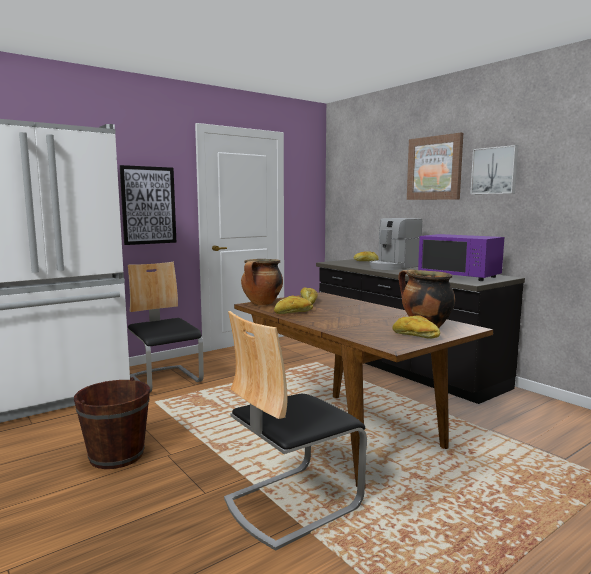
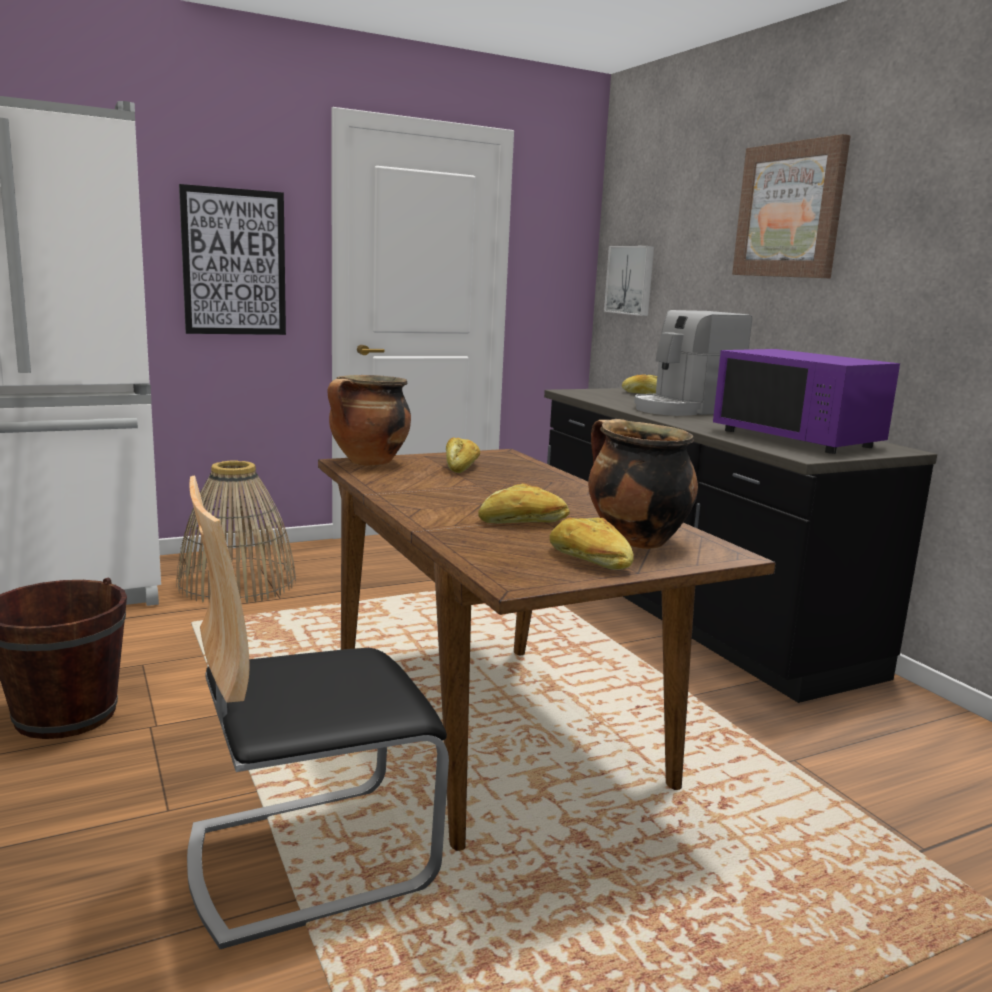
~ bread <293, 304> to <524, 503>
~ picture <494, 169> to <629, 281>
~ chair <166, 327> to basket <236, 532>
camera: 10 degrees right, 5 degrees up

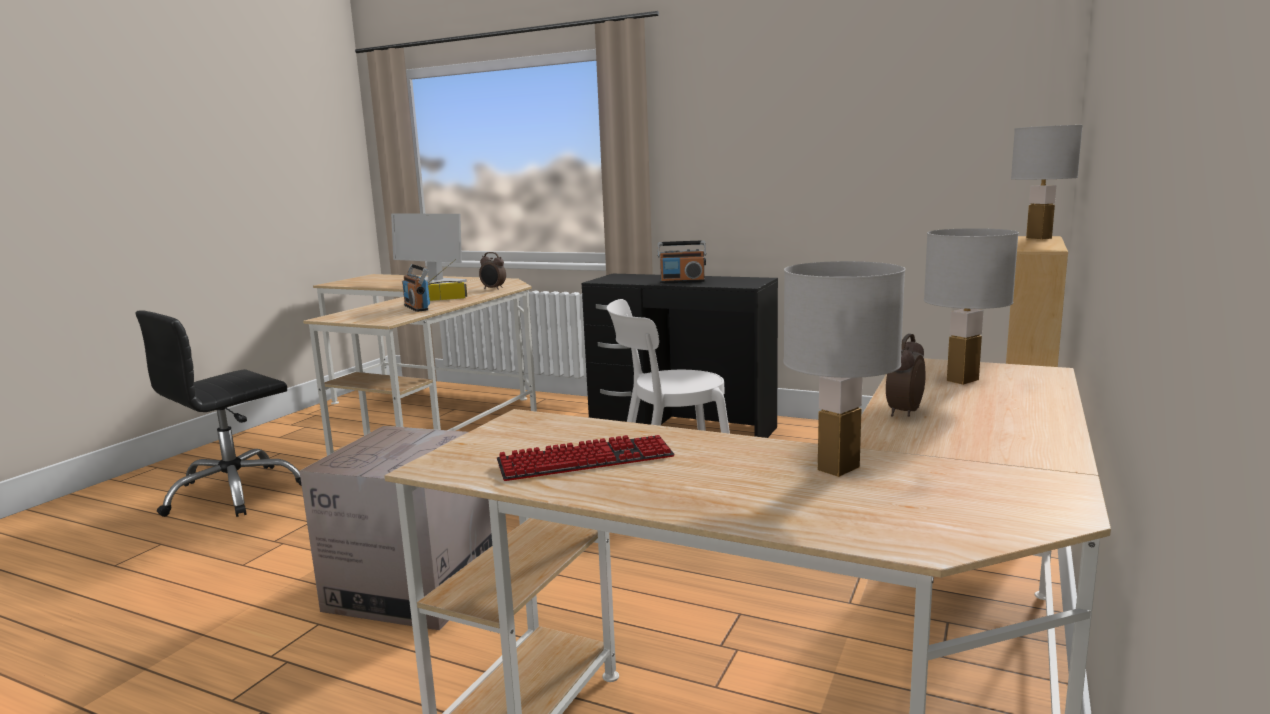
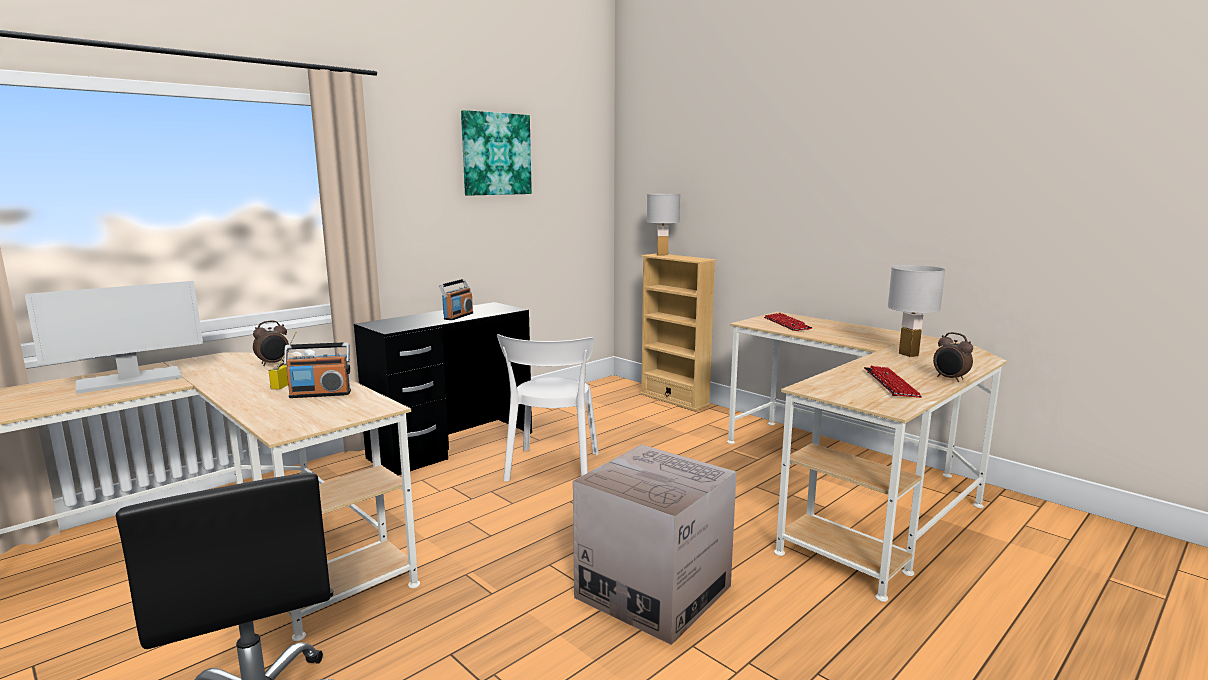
+ picture <496, 153>
~ alarm clock <906, 375> to <953, 357>
~ table lamp/white <971, 306> to keyboard <788, 322>
camera: 70 degrees left, 0 degrees up

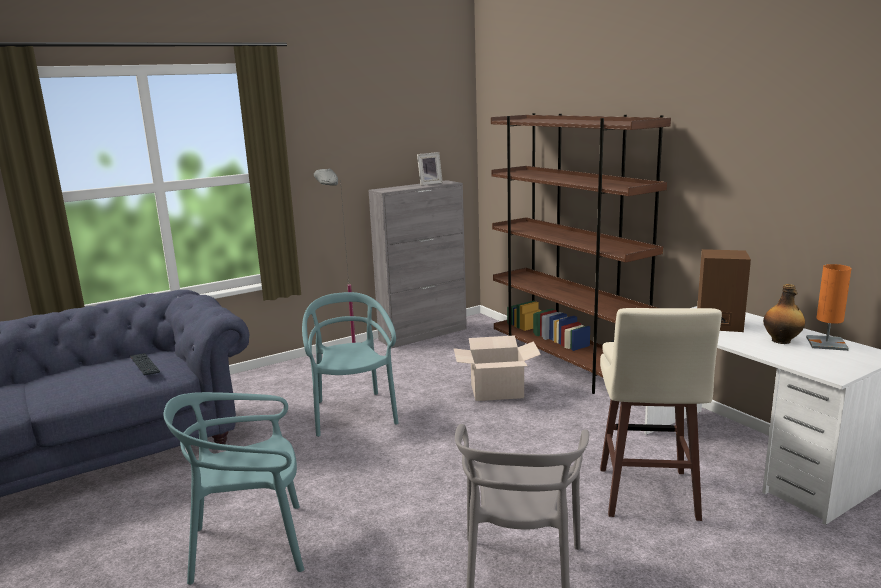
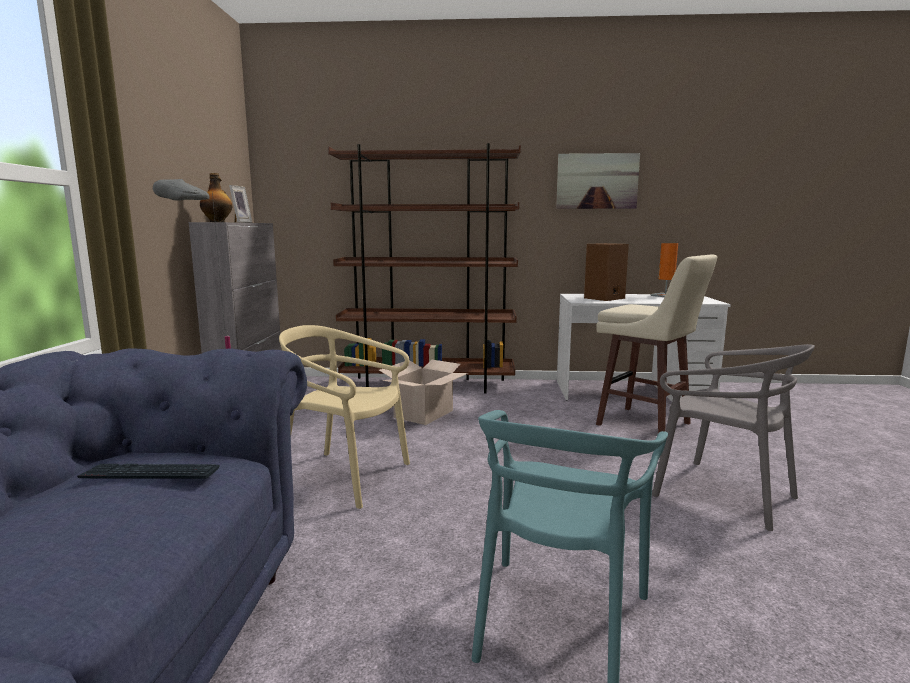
+ picture <598, 181>
~ bottle <784, 314> to <216, 197>
~ chair/turquoise <350, 364> to chair/beige <344, 417>
camera: 55 degrees left, 5 degrees down

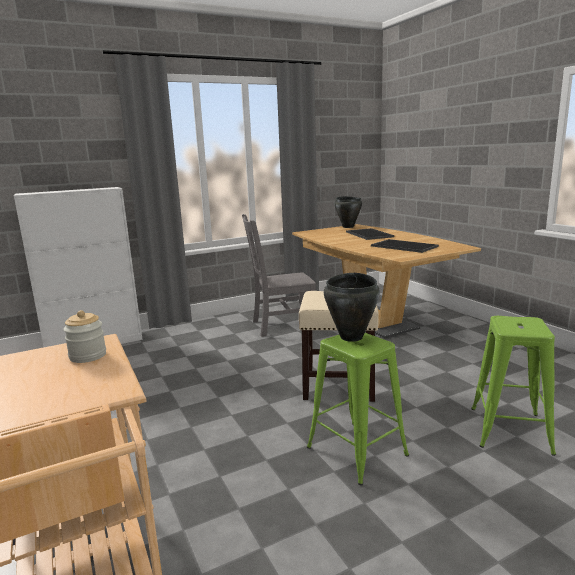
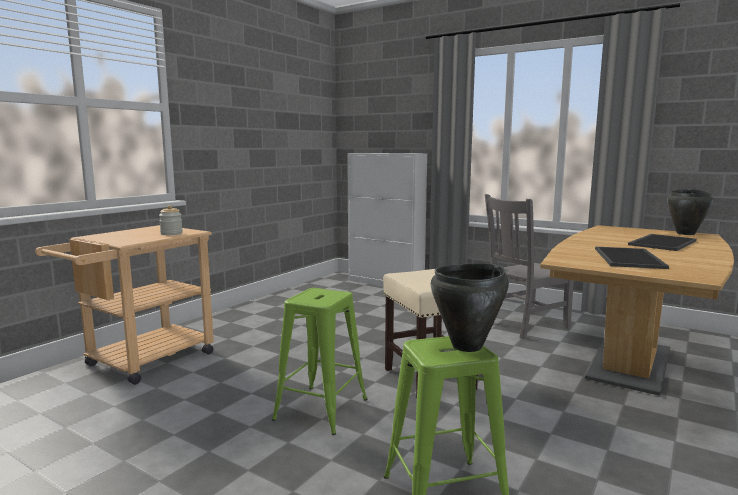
~ cooking pot/black <352, 307> to <470, 307>
~ chair/grey <279, 275> = <529, 266> 75 degrees counterclockwise
camera: 60 degrees right, 5 degrees down

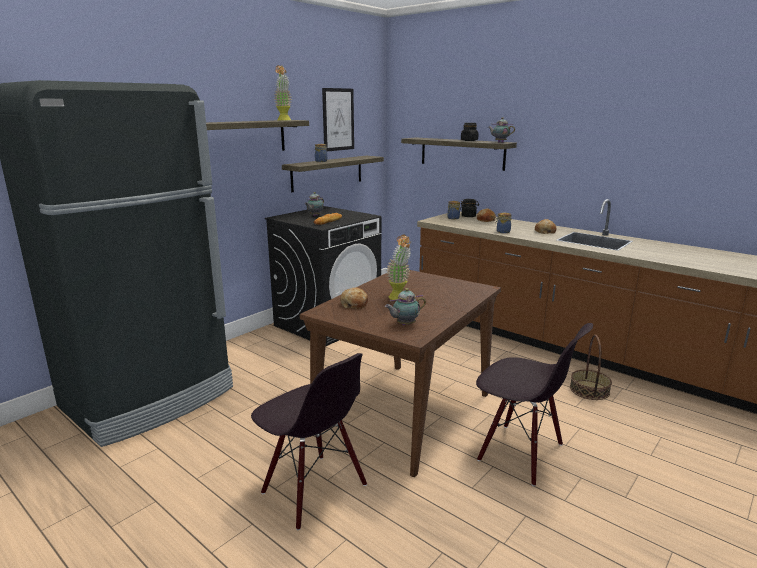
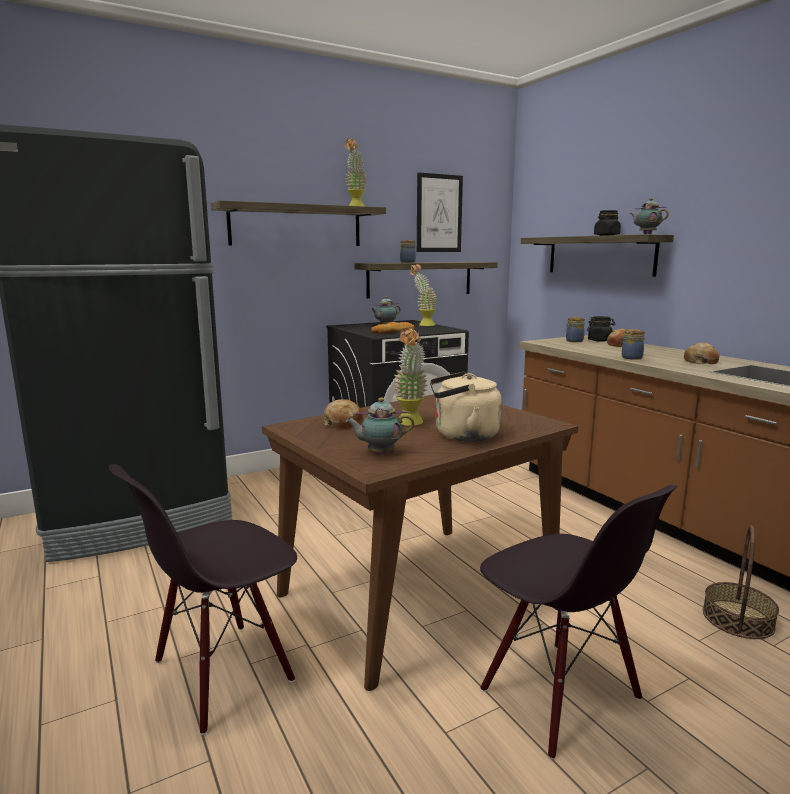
+ potted plant <423, 295>
+ kettle/beige <466, 407>
~ chair/black <309, 441> = <203, 599> 75 degrees clockwise
camera: 20 degrees right, 5 degrees down

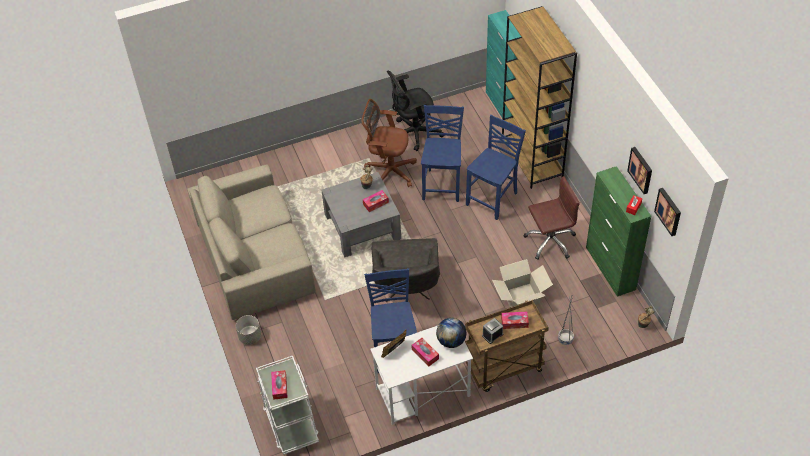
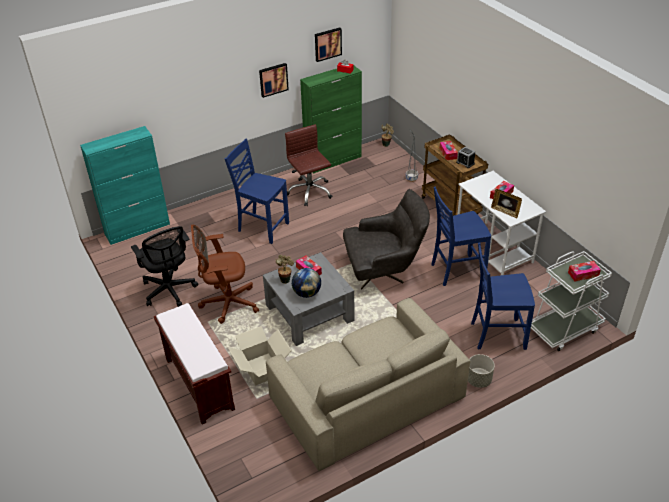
- bookcase/brown <539, 97>
+ bench/brown <194, 363>
~ chair/blue <442, 153> to <503, 296>
~ globe <451, 333> to <306, 283>
~ cardboard box <522, 283> to <260, 356>
~ picture <667, 212> to <274, 80>
~ office chair/brown <389, 143> = <225, 274> 75 degrees clockwise
camera: 100 degrees left, 10 degrees down

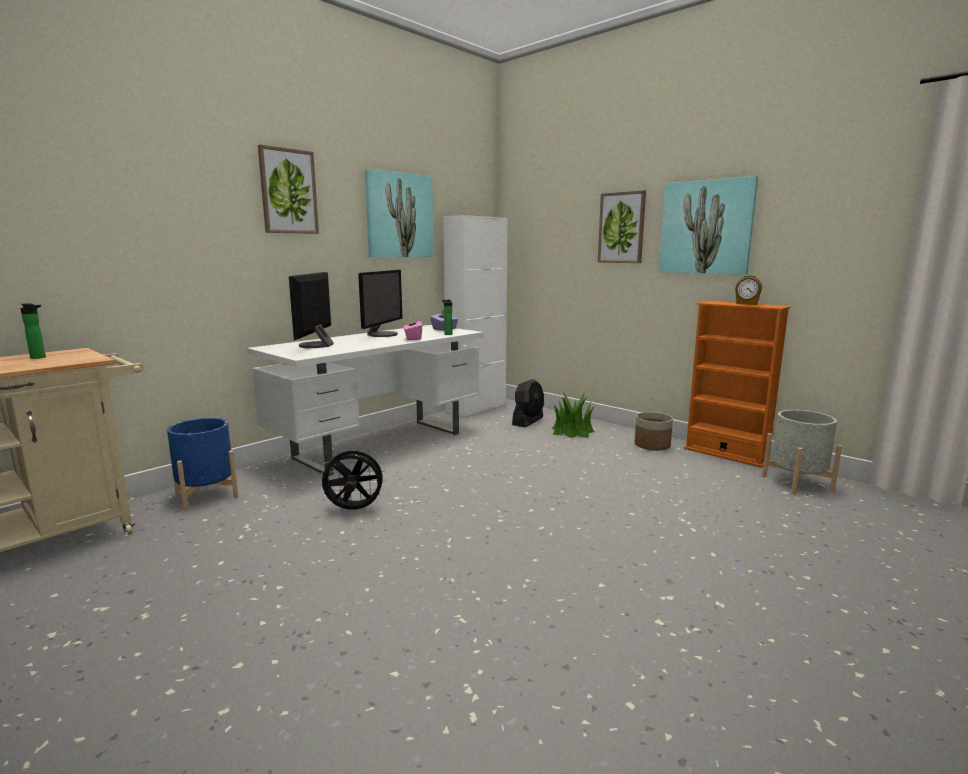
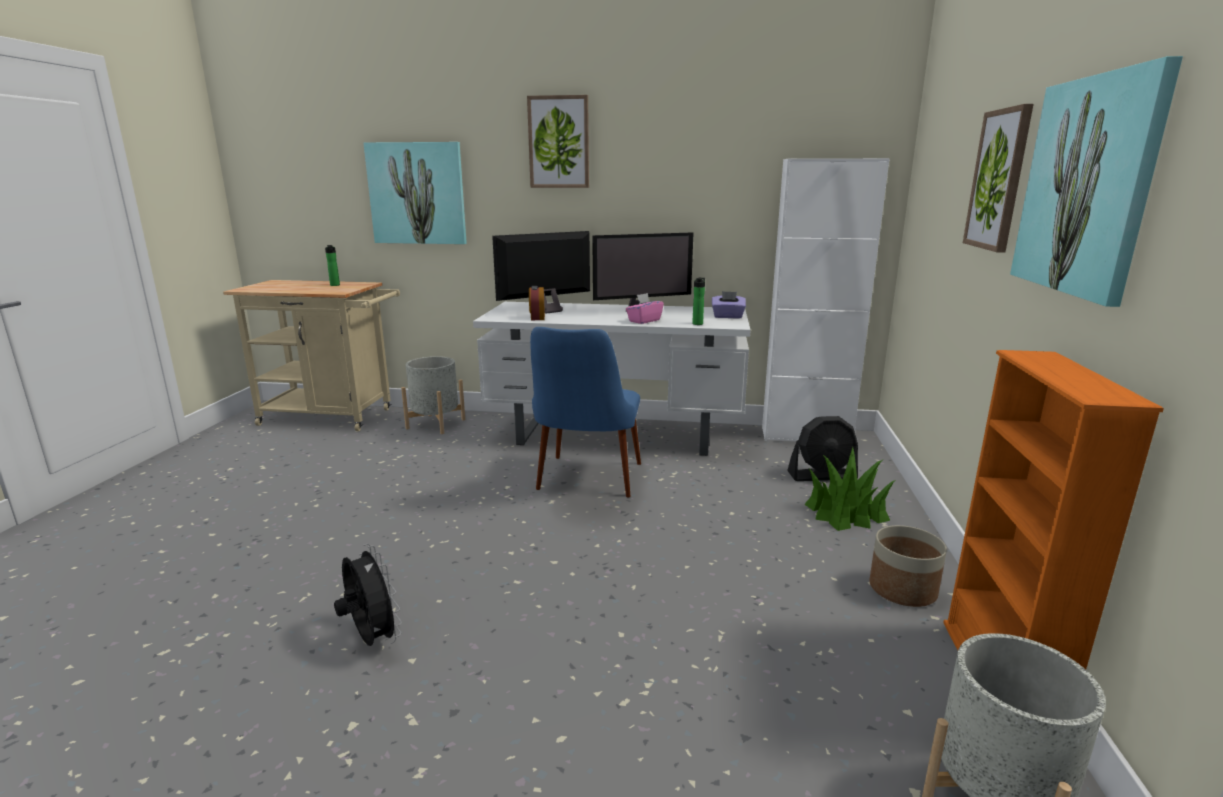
+ chair/blue <585, 412>
~ fan/black <354, 478> to <368, 595>
~ picture <399, 213> to <415, 193>
~ alarm clock <748, 290> to <537, 303>
~ planter/blue <202, 464> to planter/grey <433, 395>
camera: 55 degrees right, 5 degrees up

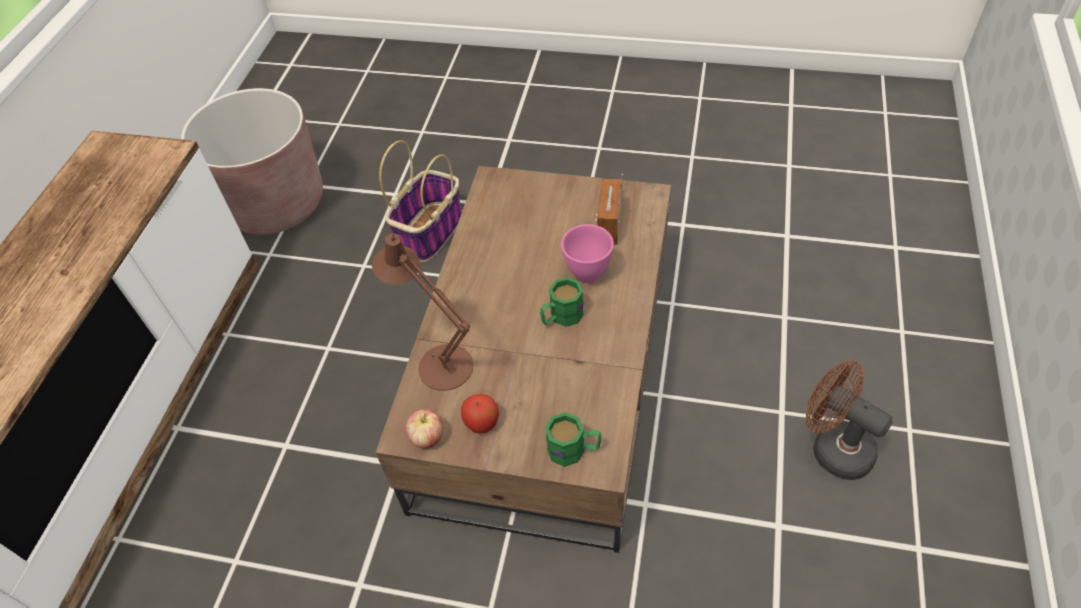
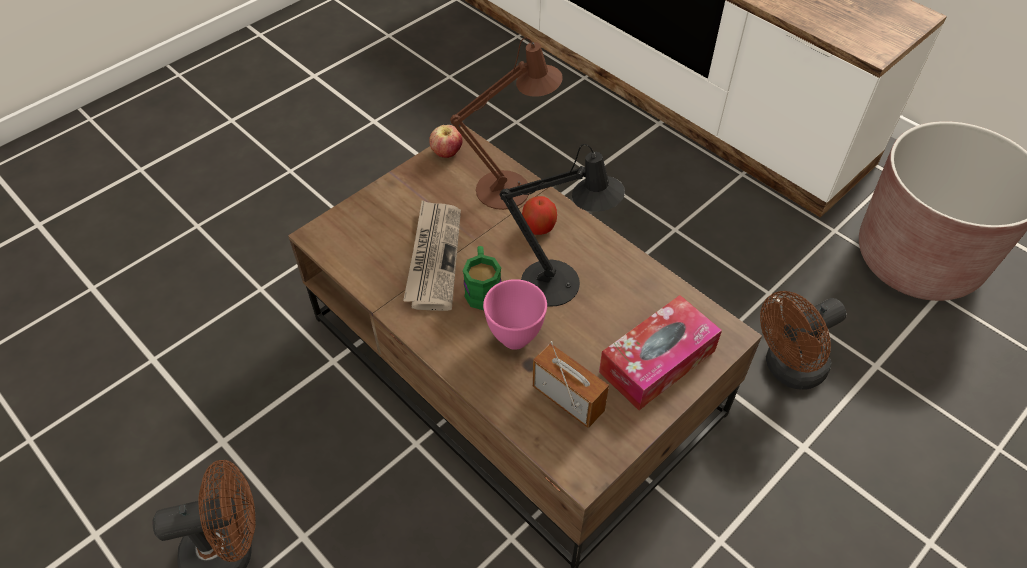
- mug/green <573, 439>
+ newspaper <432, 255>
+ table lamp/black <562, 225>
+ tissue box <660, 352>
~ apple <480, 414> to <539, 215>
~ basket <420, 201> to fan/brown <803, 340>
camera: 120 degrees right, 0 degrees up

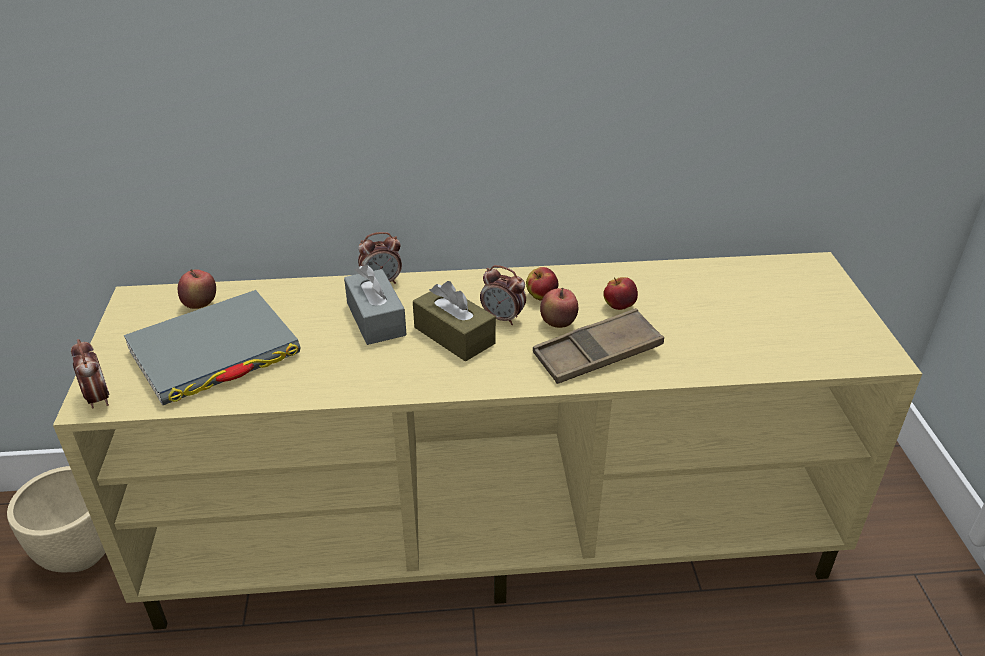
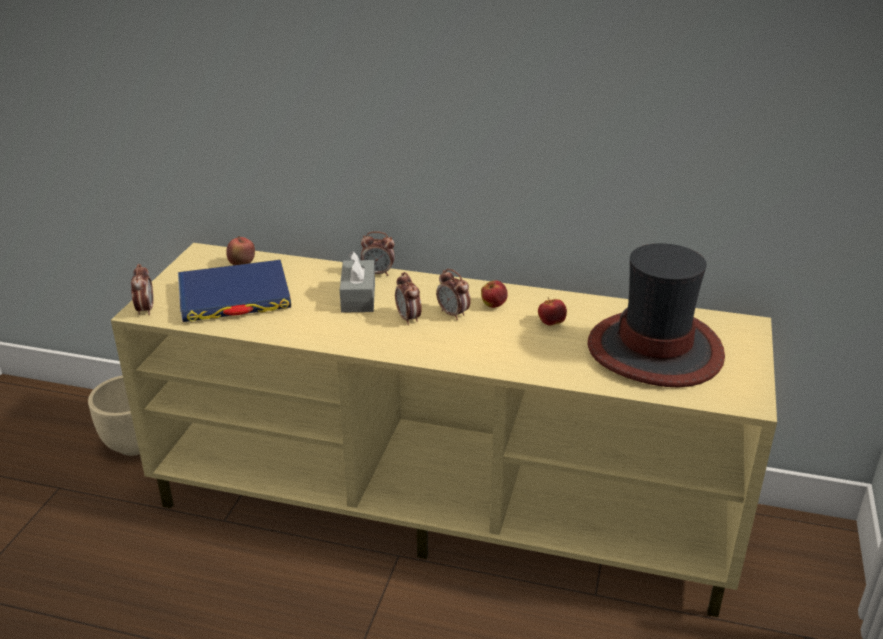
- tray/brown <598, 346>
- apple <559, 308>
+ hat <656, 315>
~ tissue box/brown <454, 321> to alarm clock <408, 298>
~ book/grey <212, 347> to book/blue <234, 291>
camera: 20 degrees right, 5 degrees down

